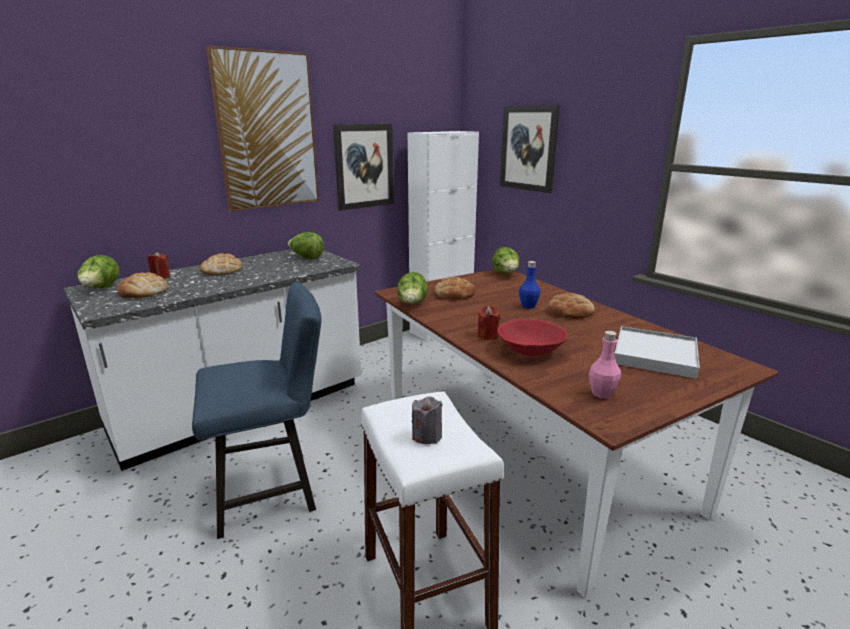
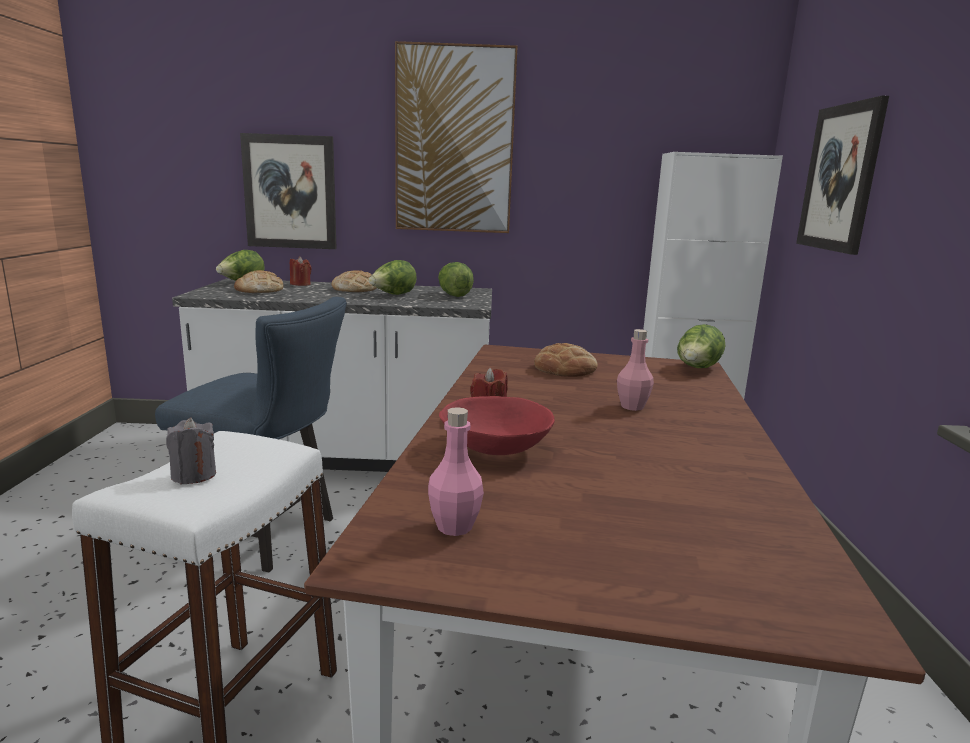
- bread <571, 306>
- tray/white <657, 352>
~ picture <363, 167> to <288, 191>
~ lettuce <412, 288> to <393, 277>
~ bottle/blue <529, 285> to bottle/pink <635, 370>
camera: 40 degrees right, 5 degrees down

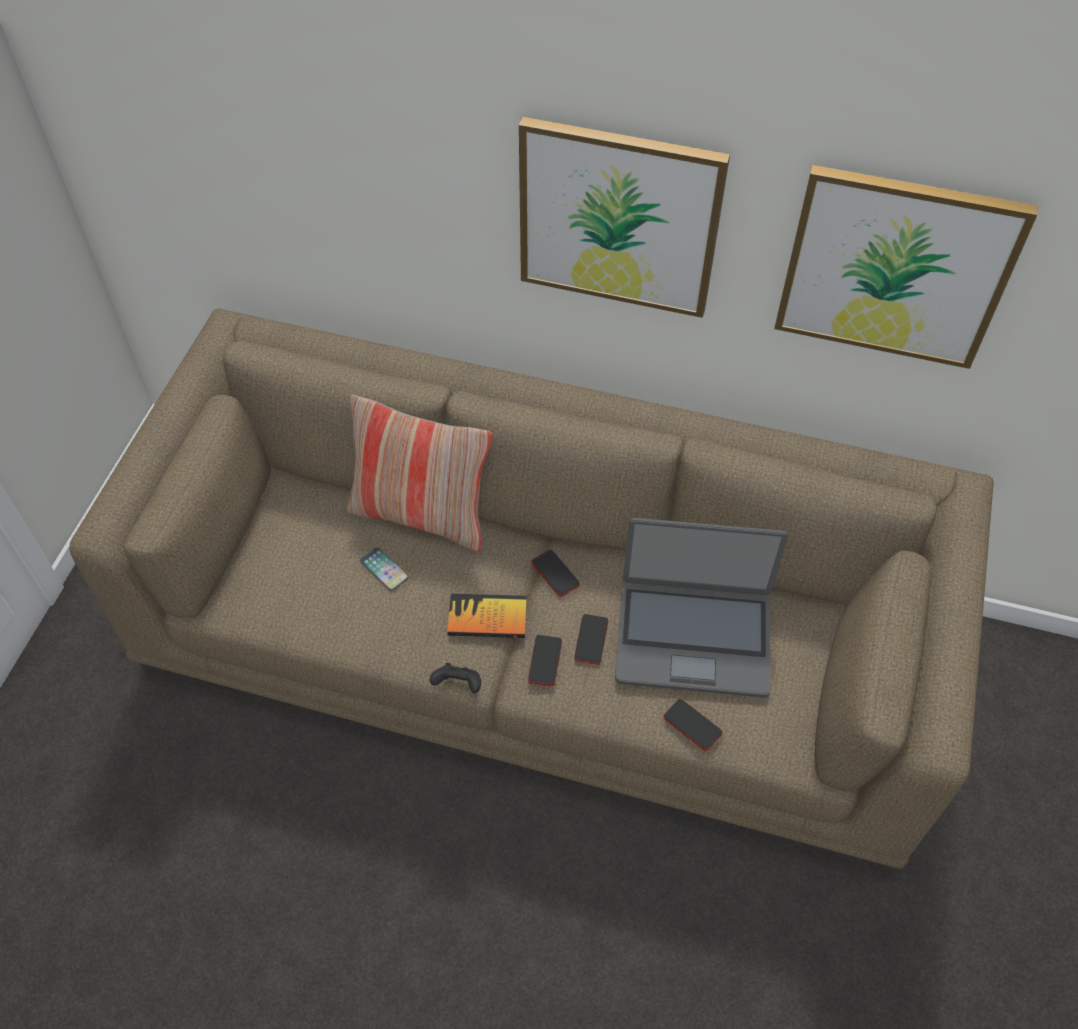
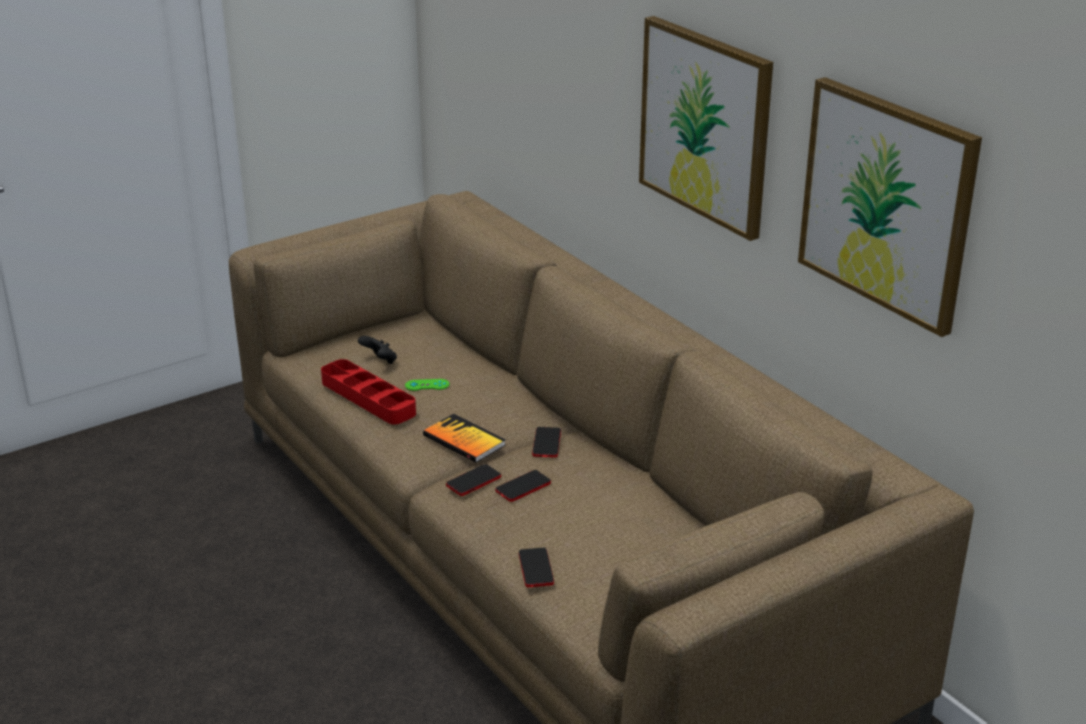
- pillow <420, 473>
- laptop <701, 608>
+ tray/red <368, 392>
~ game controller/black <455, 678> to <377, 350>
~ phone <384, 569> to game controller/green <427, 385>
camera: 40 degrees right, 25 degrees down

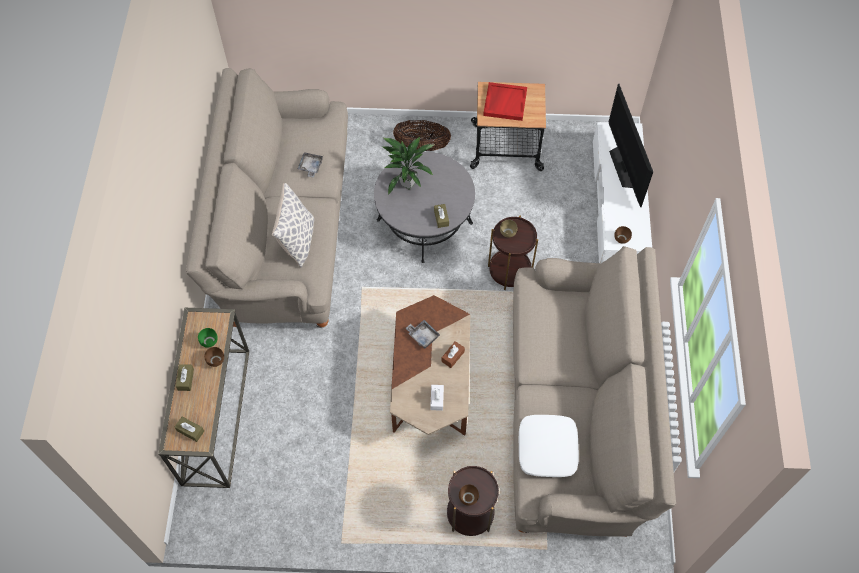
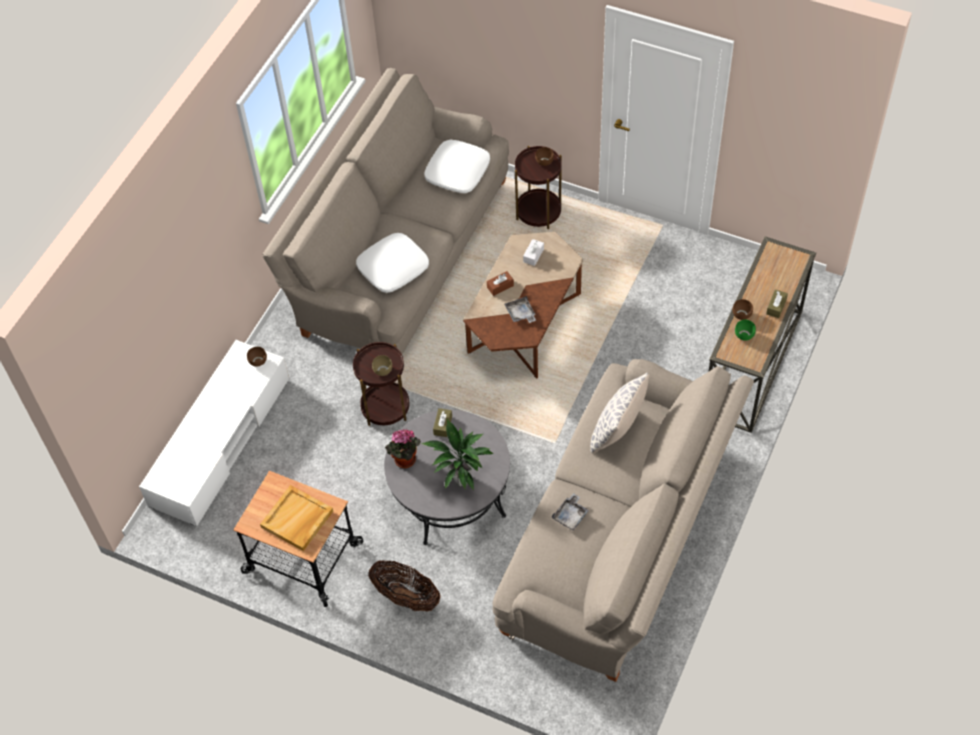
- tissue box/brown <189, 429>
- television <631, 145>
+ pillow/white <392, 263>
+ potted plant <403, 448>
~ tray/red <505, 101> to tray/beige <296, 518>
camera: 155 degrees left, 5 degrees down

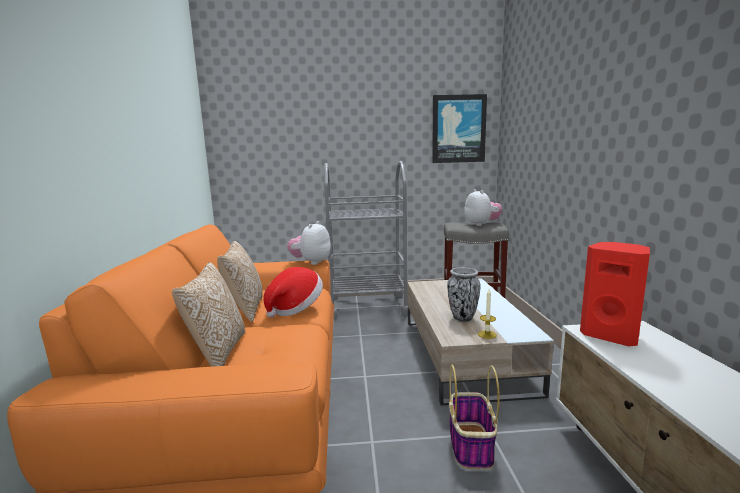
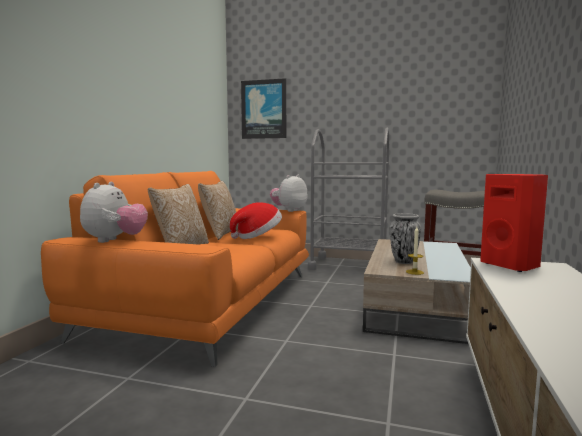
- basket <474, 417>
~ picture <459, 128> to <263, 108>
~ plush toy <483, 207> to <114, 212>
camera: 20 degrees right, 5 degrees down

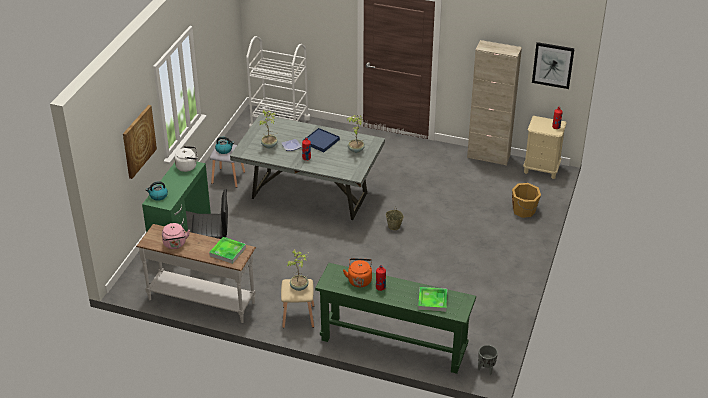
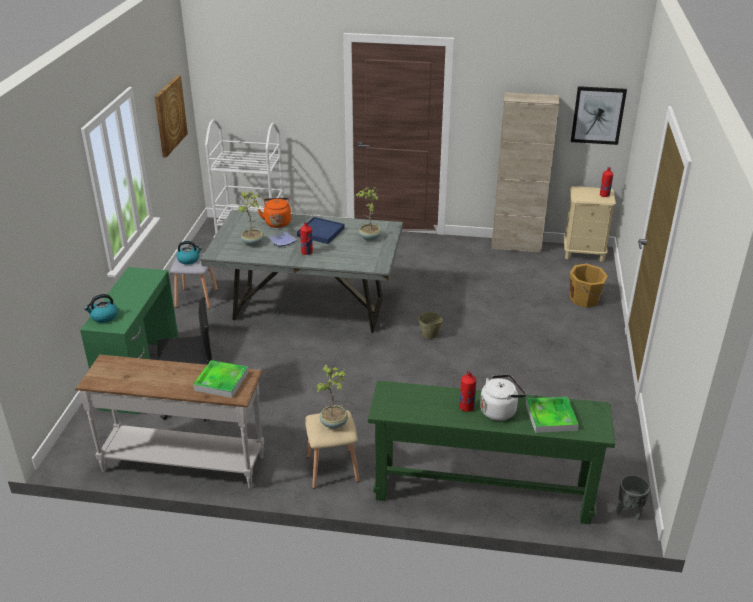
- kettle/pink <176, 236>
~ picture <140, 142> to <171, 116>
~ kettle/white <186, 159> to <503, 397>
~ kettle/orange <357, 272> to <274, 213>
camera: 10 degrees left, 5 degrees down

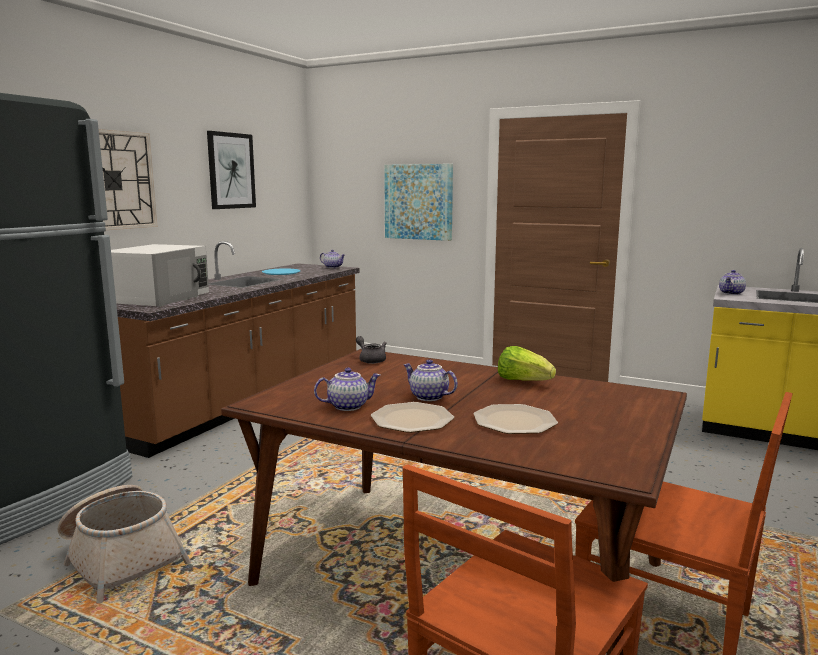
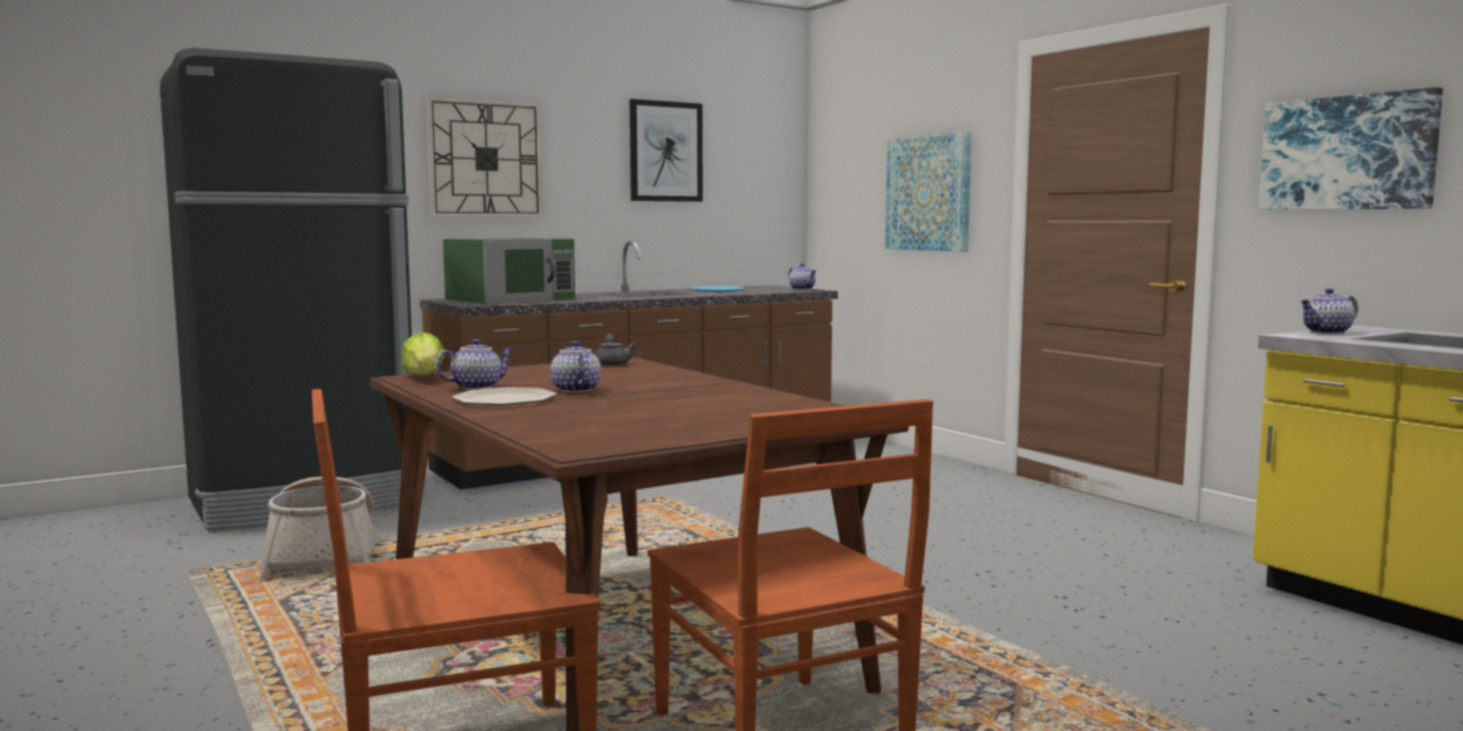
- plate <515, 419>
+ picture <1351, 148>
~ lettuce <527, 363> to <423, 354>
~ microwave/white <160, 275> to microwave/green <509, 271>
~ teapot <347, 389> = <475, 364> 45 degrees counterclockwise
camera: 30 degrees right, 5 degrees down

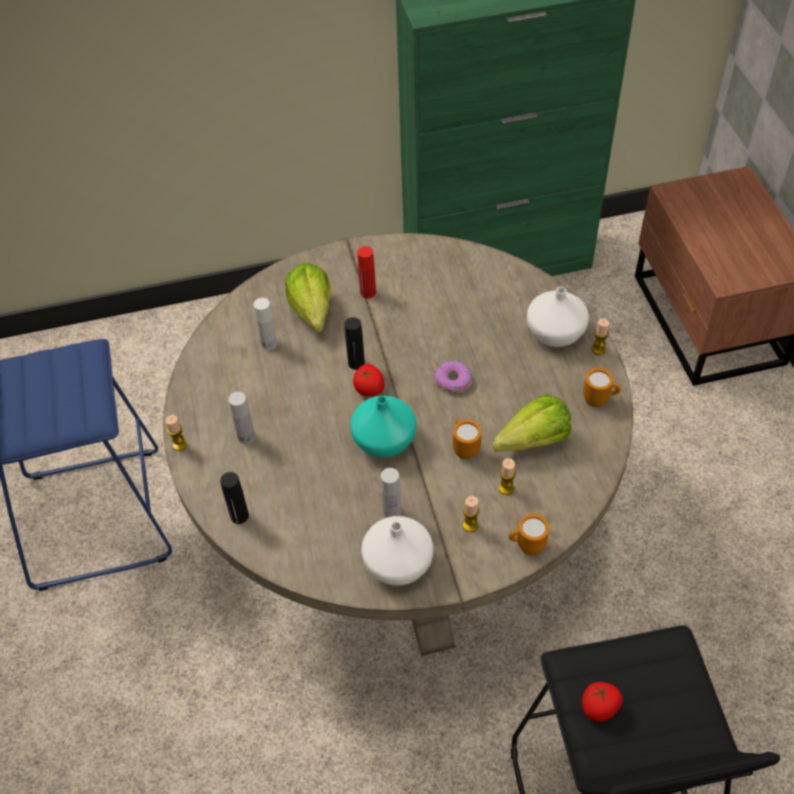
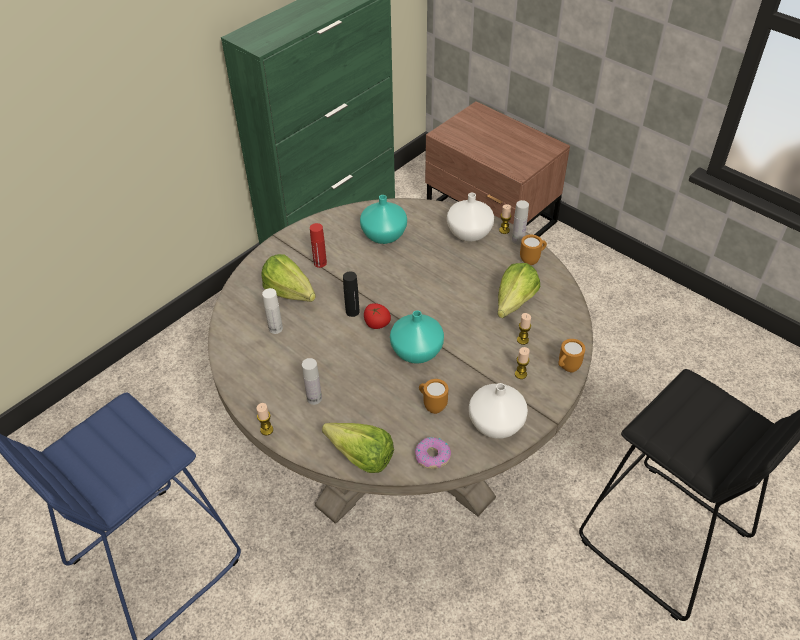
- tomato <602, 702>
+ vase/turquoise <383, 219>
~ bottle/white <391, 493> to <520, 222>
~ donut <453, 377> to <433, 453>
~ mug/orange <467, 439> to <433, 396>
~ bottle/black <234, 498> to lettuce <358, 448>
camera: 35 degrees left, 5 degrees down

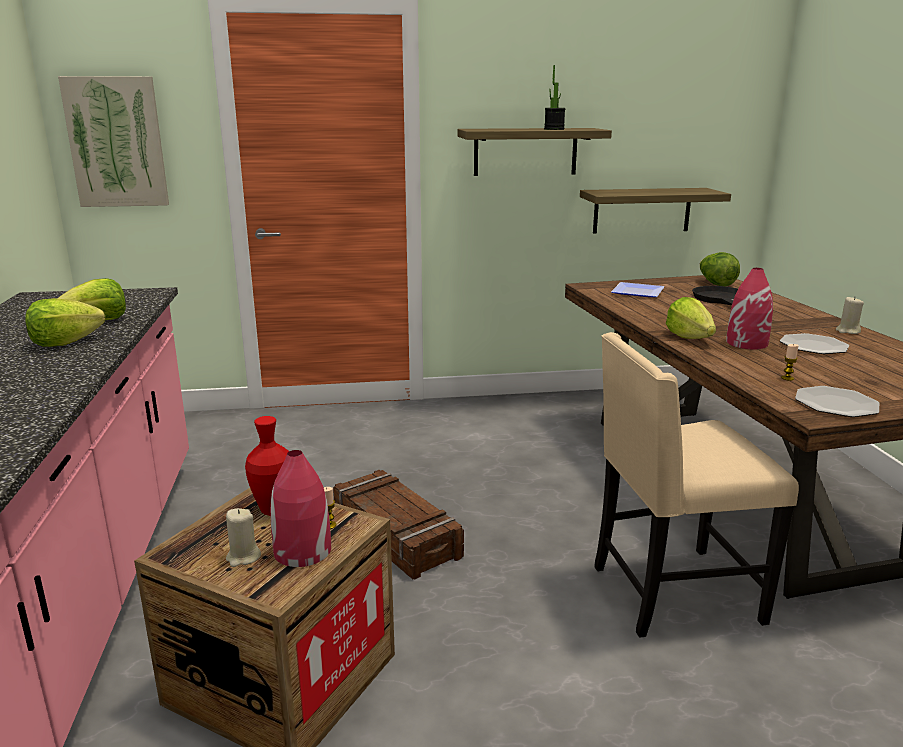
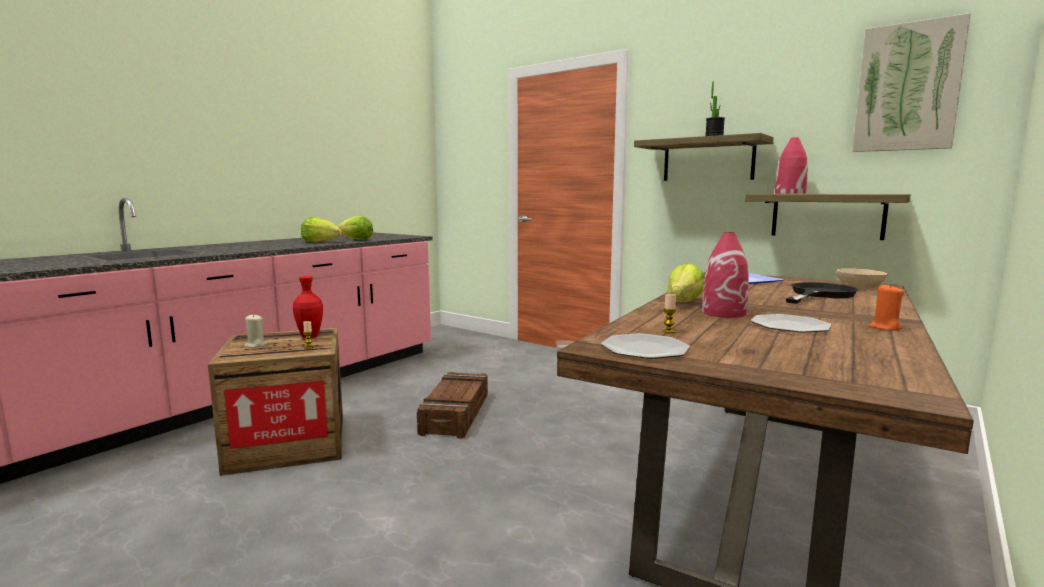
- chair/beige <697, 485>
~ picture <113, 141> to <911, 82>
~ vase/red <300, 508> to <791, 165>
~ lettuce <719, 269> to bowl/beige <862, 278>
~ candle/beige <850, 315> to candle/orange <886, 307>
camera: 45 degrees right, 10 degrees down

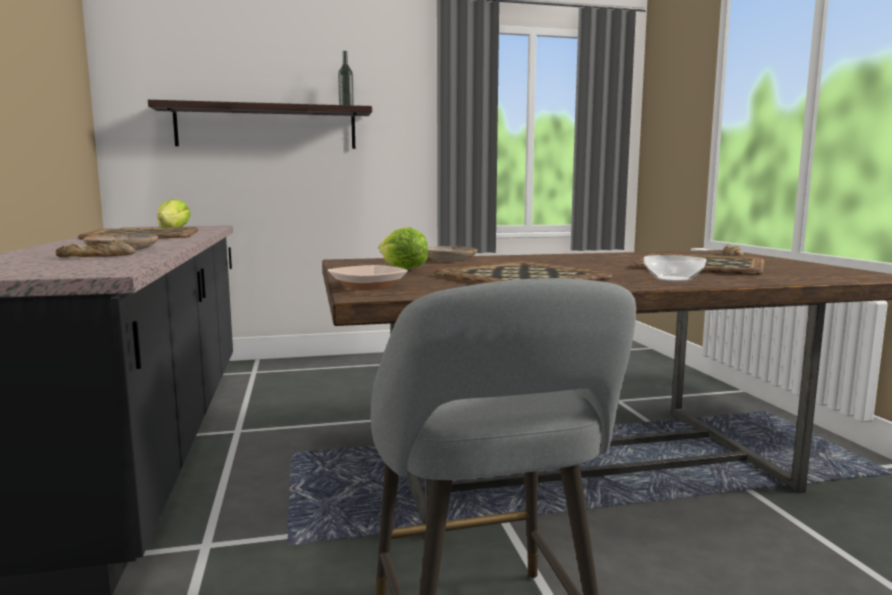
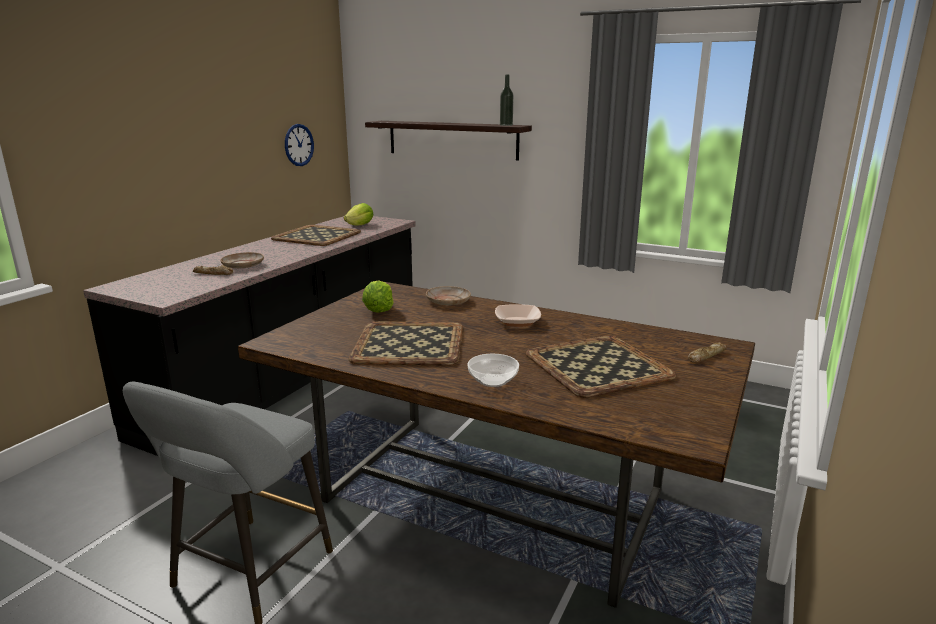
+ wall clock <299, 145>
~ bowl <368, 277> to <518, 315>
camera: 40 degrees right, 10 degrees up

